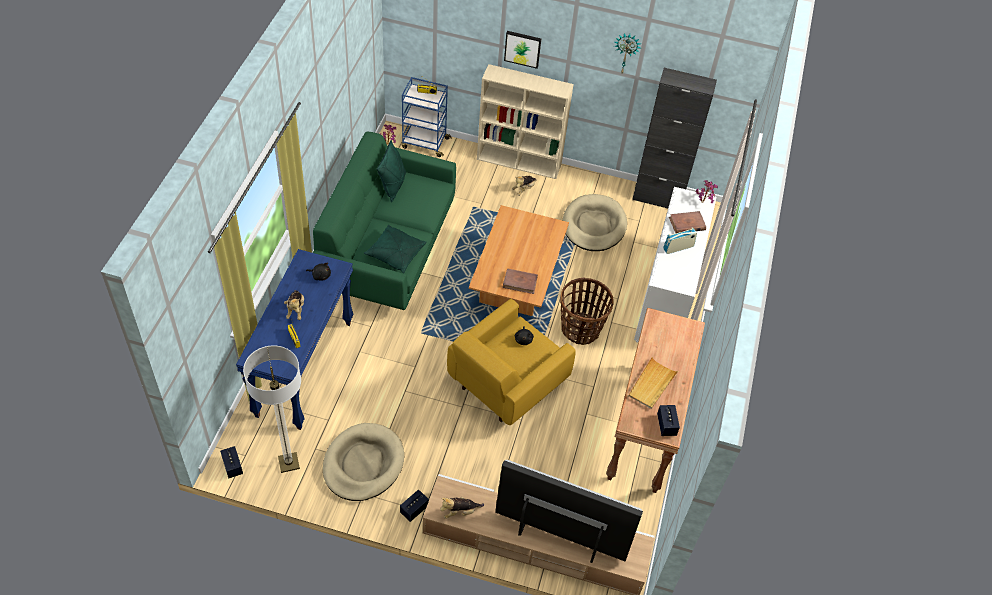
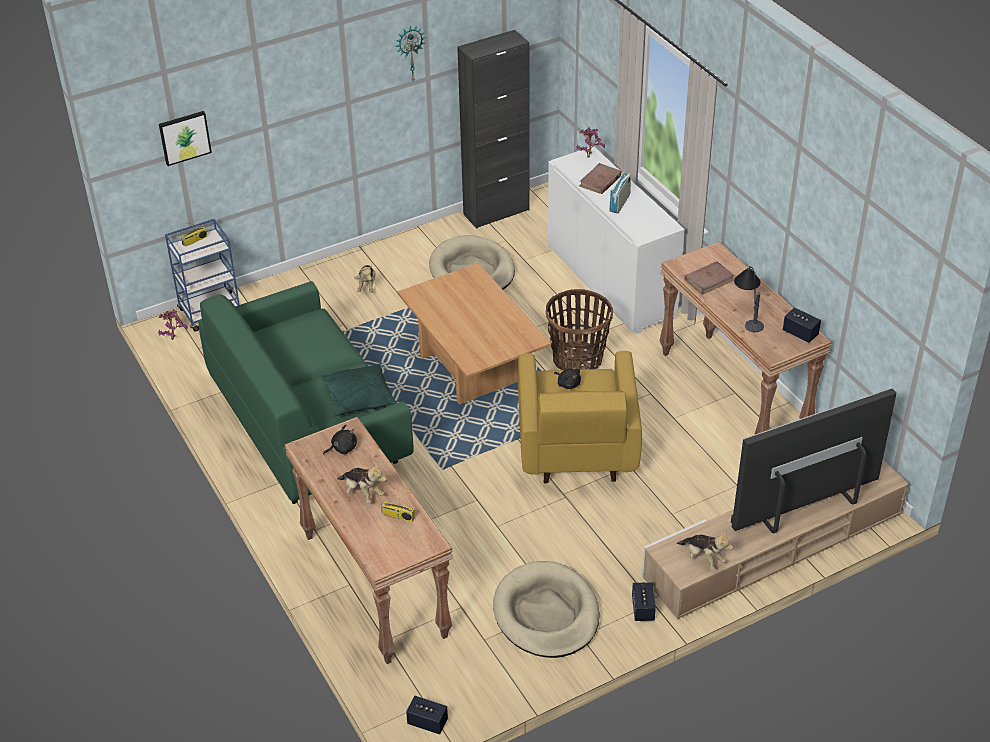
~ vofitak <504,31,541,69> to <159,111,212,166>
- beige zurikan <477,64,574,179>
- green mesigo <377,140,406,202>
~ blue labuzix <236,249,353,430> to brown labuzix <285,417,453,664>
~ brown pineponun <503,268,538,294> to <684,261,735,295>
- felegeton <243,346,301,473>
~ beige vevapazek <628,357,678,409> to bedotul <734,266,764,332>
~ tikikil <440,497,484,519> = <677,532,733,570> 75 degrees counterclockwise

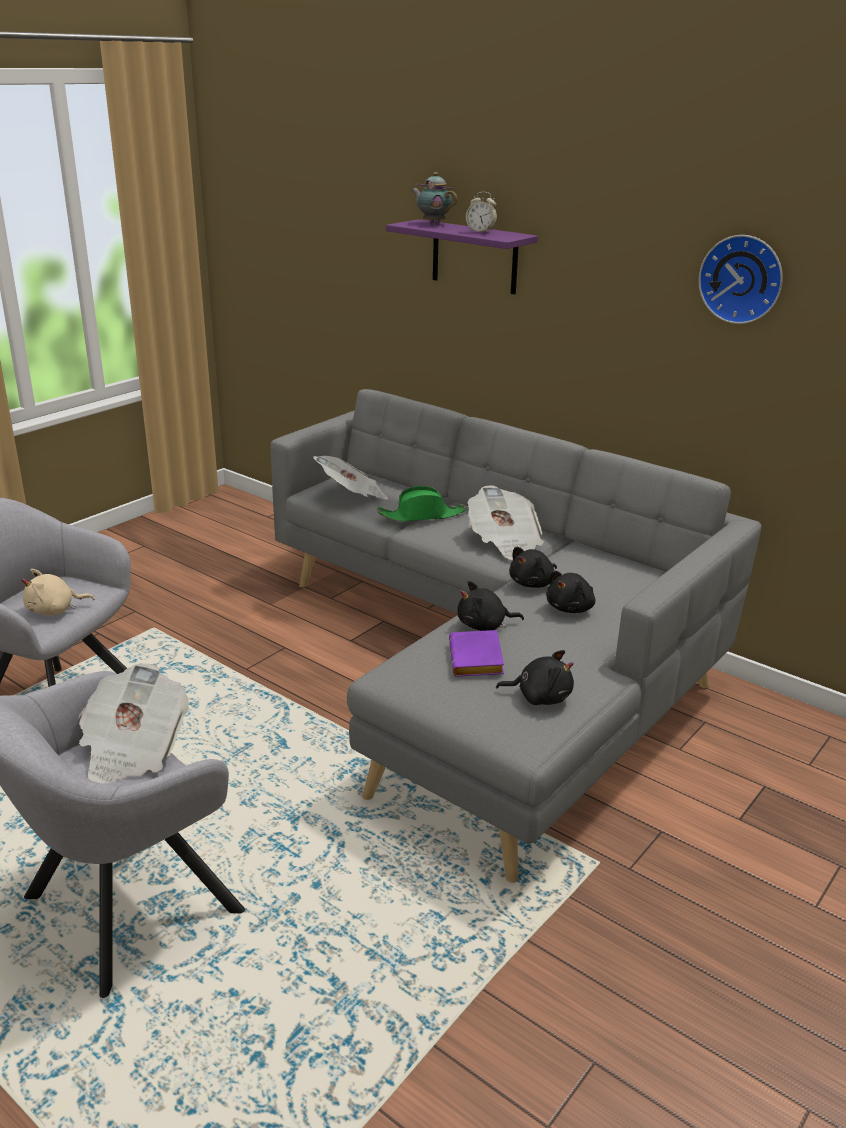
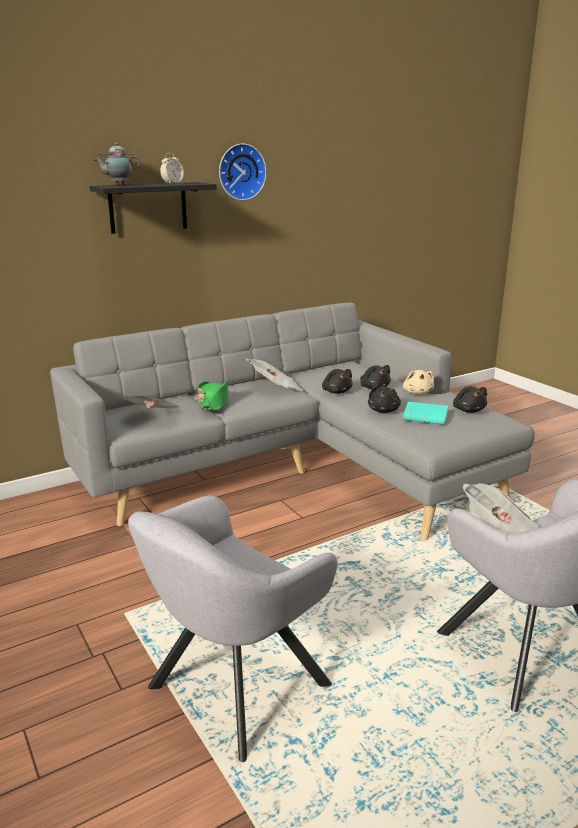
~ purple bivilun <386,219,538,294> to black bivilun <89,182,217,234>
~ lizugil <698,235,783,324> to <219,144,267,200>
~ beige tikikil <21,569,94,616> to <403,370,434,395>
~ purple pineponun <449,630,504,677> to turquoise pineponun <403,402,448,425>
~ black tikikil <496,650,574,705> = <453,386,487,413> 135 degrees clockwise

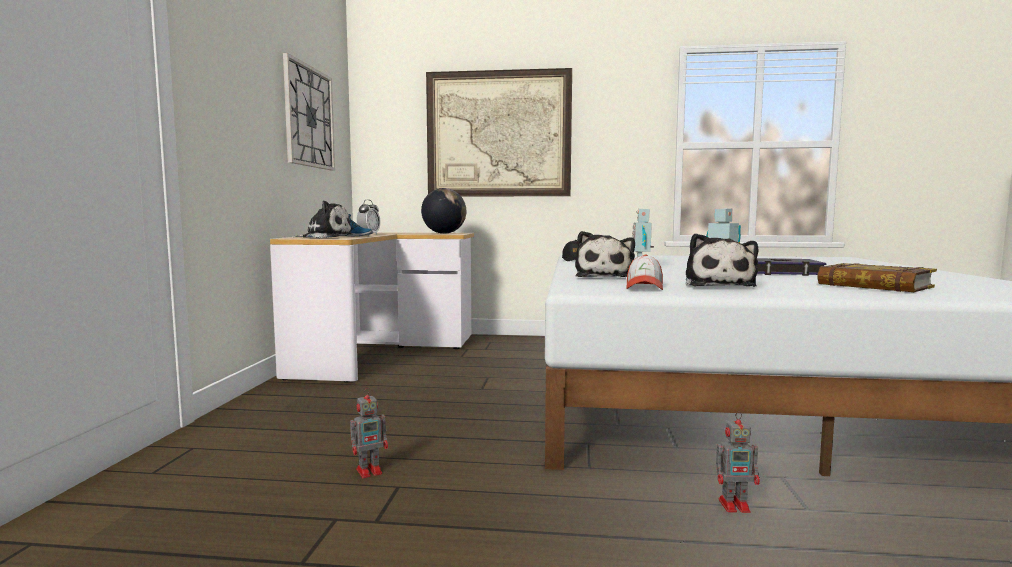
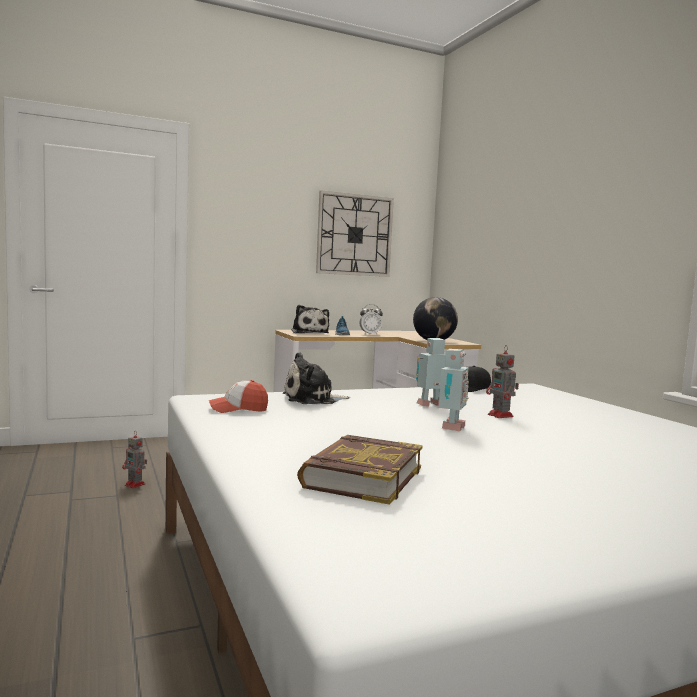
- vofitak <426,68,572,197>
- tikikil <686,233,759,287>
- pineponun <757,258,826,276>
~ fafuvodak <716,411,760,513> to <486,345,519,418>

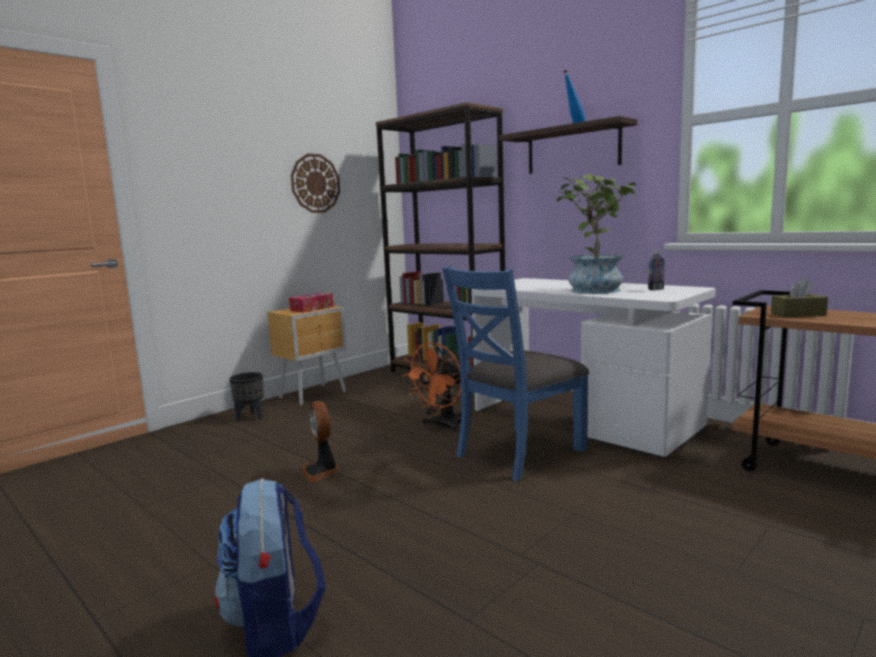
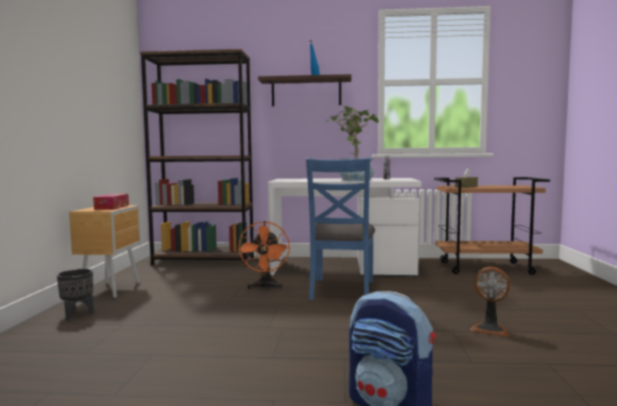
- lizugil <291,154,340,213>
~ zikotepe <301,401,340,482> to <470,267,510,337>

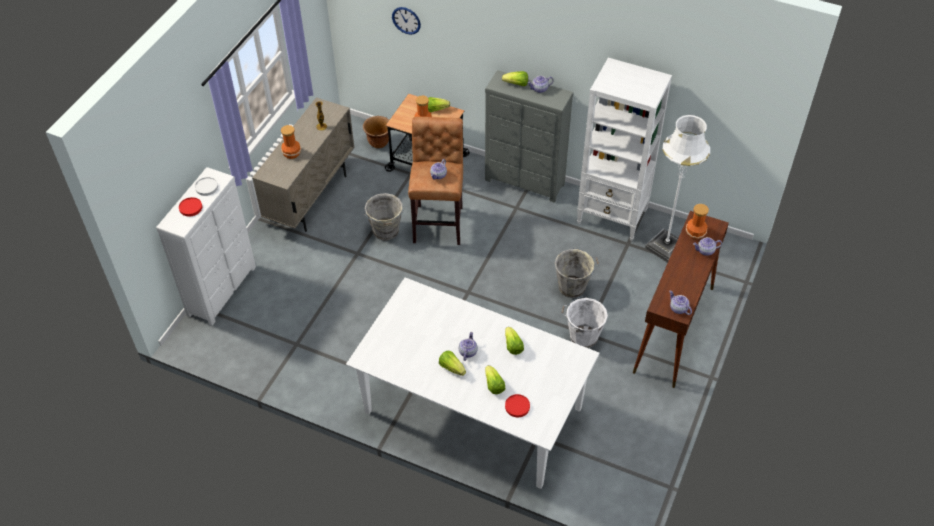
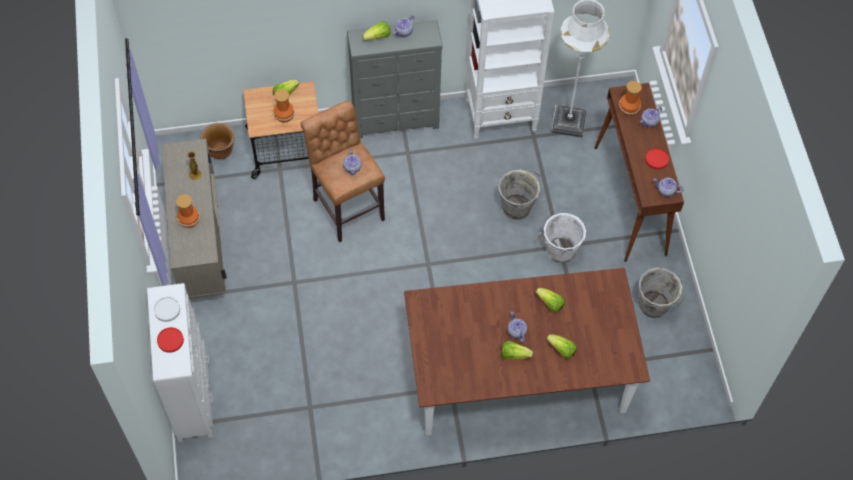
- lizugil <392,7,421,35>
~ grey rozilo <364,193,404,241> to <639,268,684,318>
~ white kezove <346,277,599,489> to brown kezove <404,268,650,435>
~ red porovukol <505,394,530,417> to <645,148,669,169>

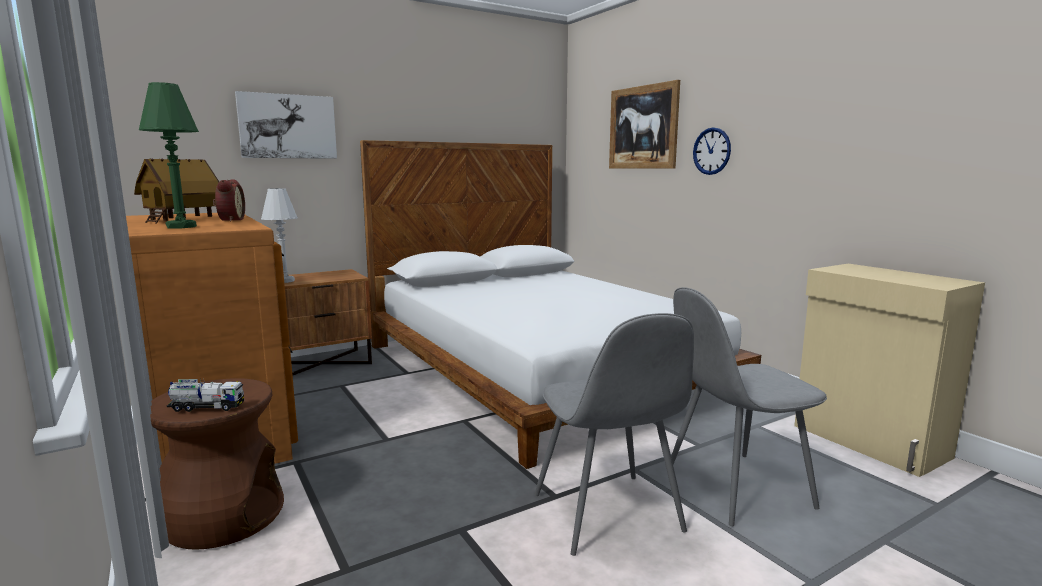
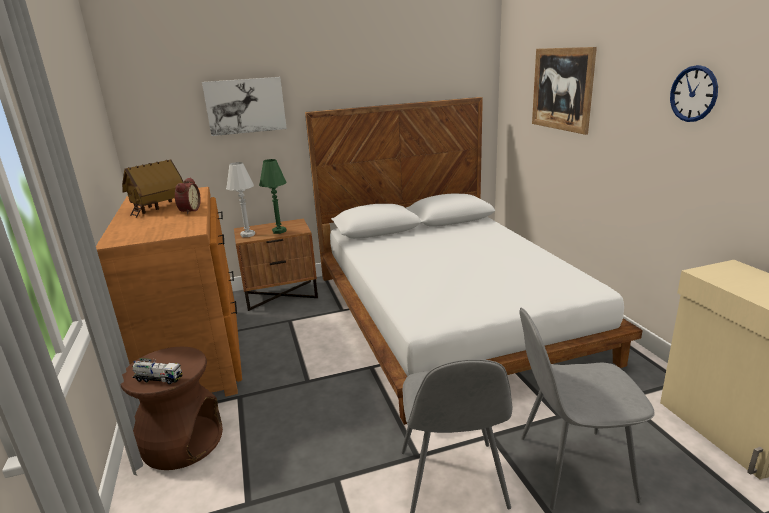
~ green bedotul <139,82,199,228> to <259,159,286,234>
~ lizugil <693,127,731,175> to <670,65,718,122>

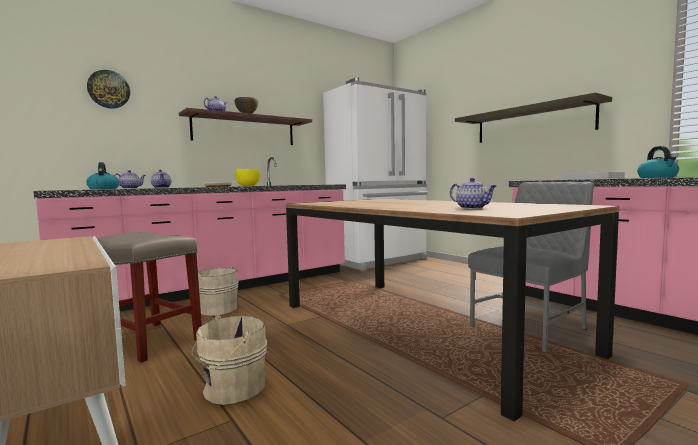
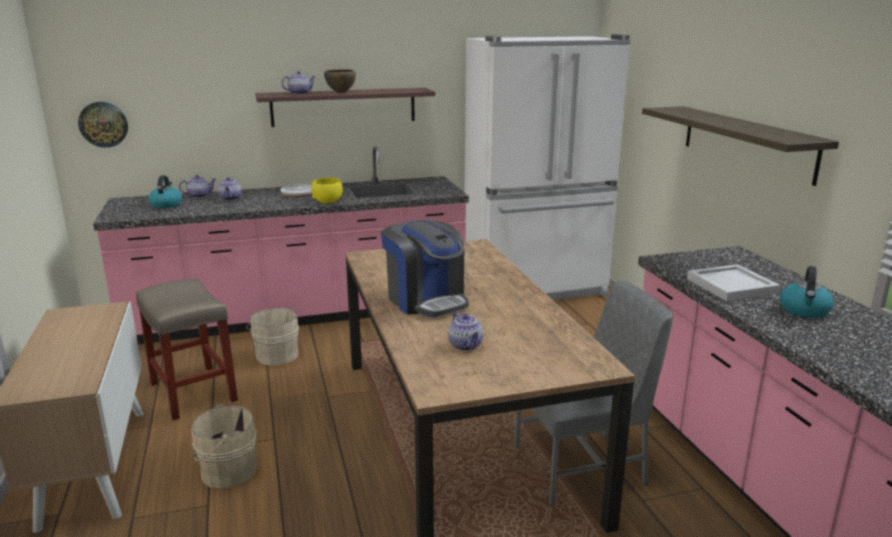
~ lizugil <87,70,130,109> to <78,102,128,148>
+ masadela <381,220,469,317>

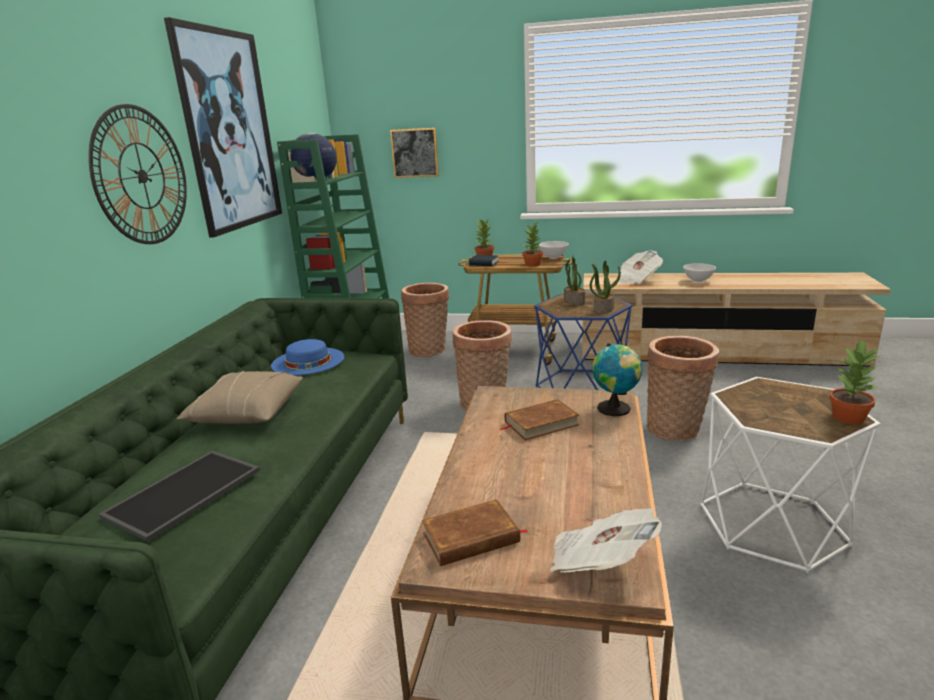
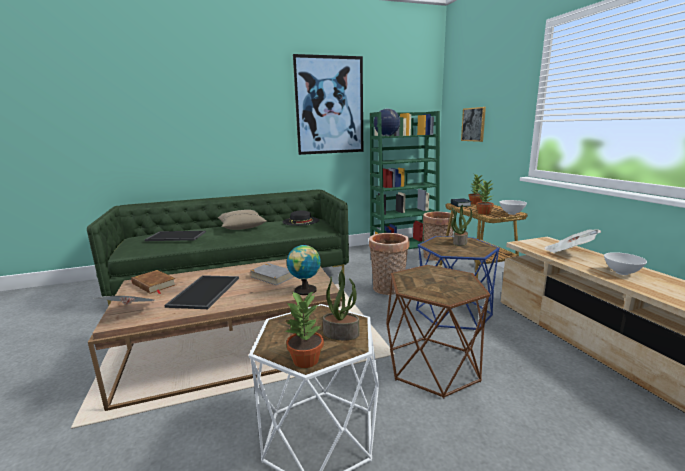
- lizugil <88,104,187,244>
~ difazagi <590,260,621,314> to <323,270,359,340>
~ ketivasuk <647,336,719,441> to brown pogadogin <386,265,490,399>
~ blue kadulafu <271,339,344,375> to black kadulafu <283,210,319,226>
~ brown pineponun <500,399,579,440> to grey pineponun <250,263,294,285>
+ vevapazek <164,275,239,309>

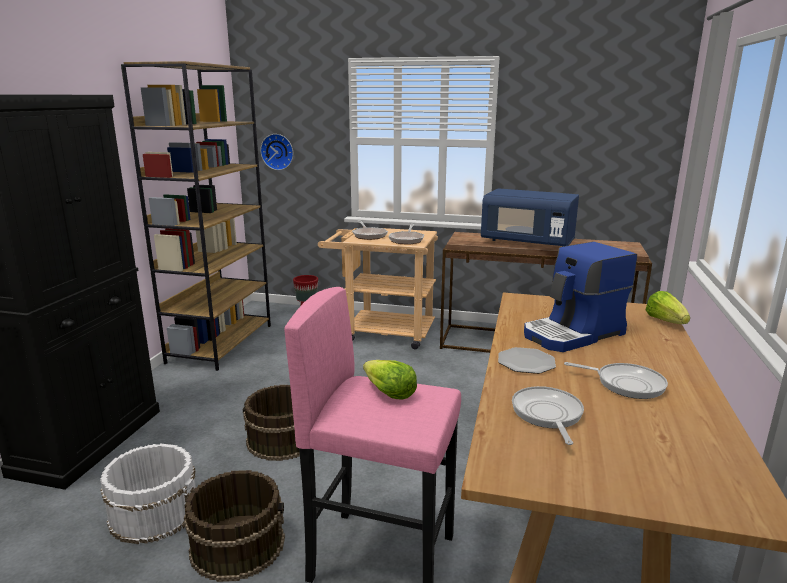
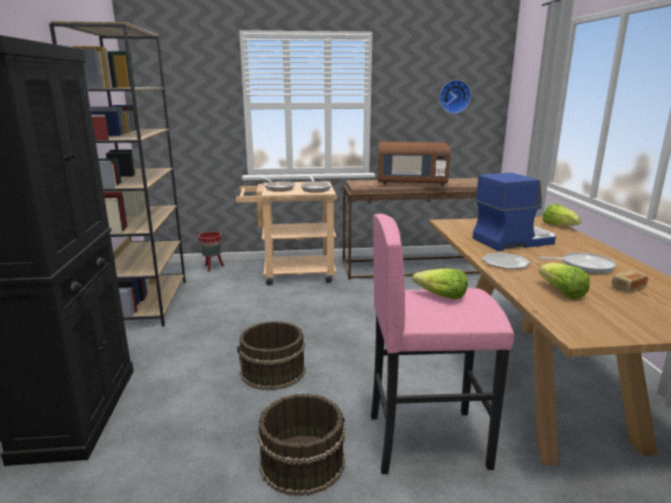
~ lizugil <260,134,293,170> to <440,80,471,114>
~ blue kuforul <481,188,579,247> to brown kuforul <378,142,450,186>
~ masadela <524,242,637,352> = <473,173,556,251> 150 degrees counterclockwise
~ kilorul <512,386,584,445> to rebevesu <539,263,590,299>
- white rozilo <100,443,196,544>
+ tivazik <612,270,648,292>

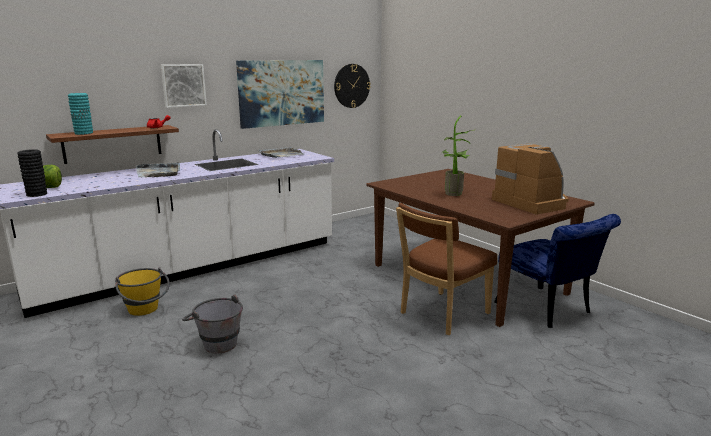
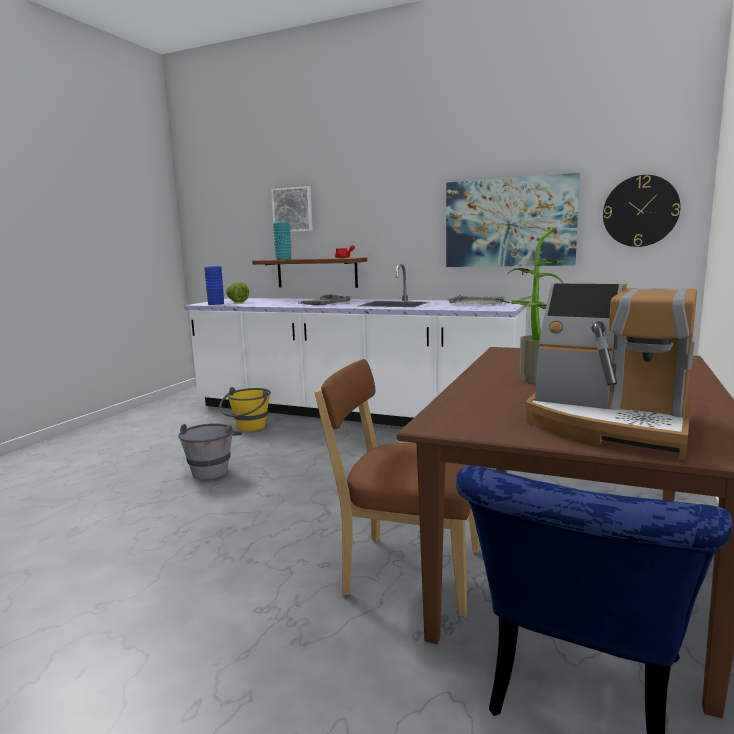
~ vofitak <161,64,207,108> to <271,186,313,232>
~ masadela <492,144,569,215> = <525,283,697,460> 90 degrees clockwise
~ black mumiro <17,149,47,197> to blue mumiro <204,266,224,305>

